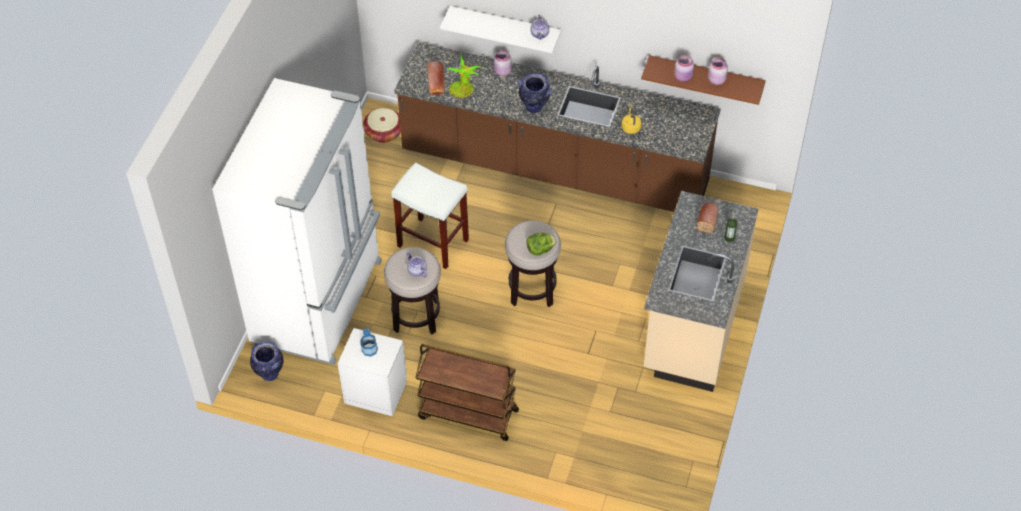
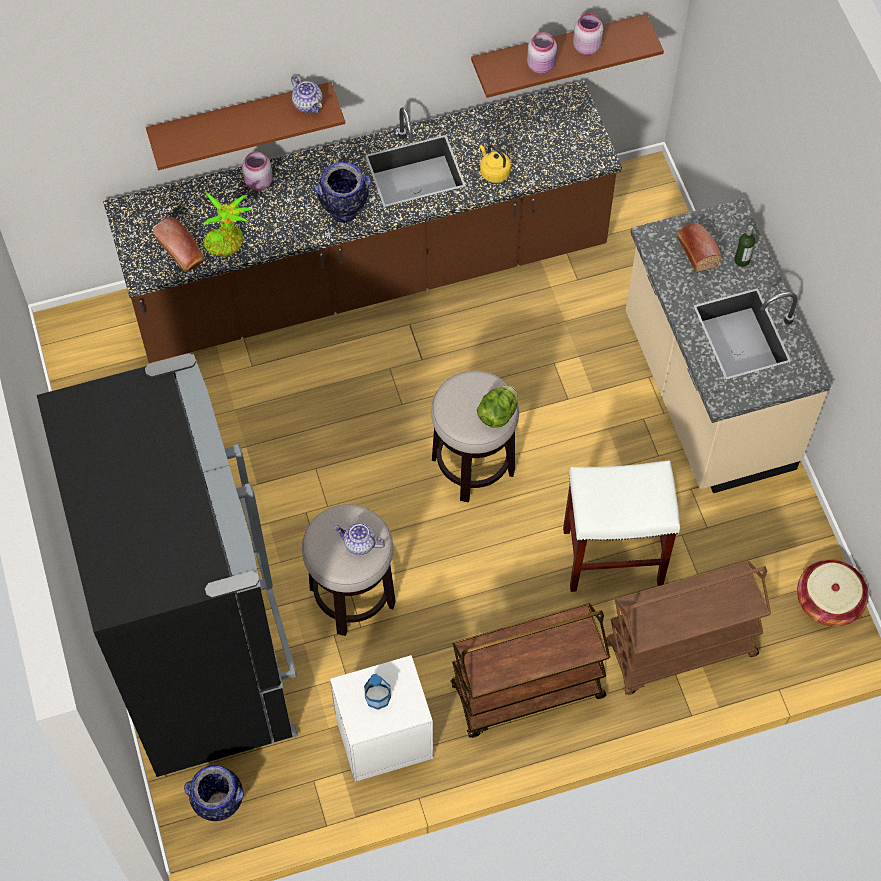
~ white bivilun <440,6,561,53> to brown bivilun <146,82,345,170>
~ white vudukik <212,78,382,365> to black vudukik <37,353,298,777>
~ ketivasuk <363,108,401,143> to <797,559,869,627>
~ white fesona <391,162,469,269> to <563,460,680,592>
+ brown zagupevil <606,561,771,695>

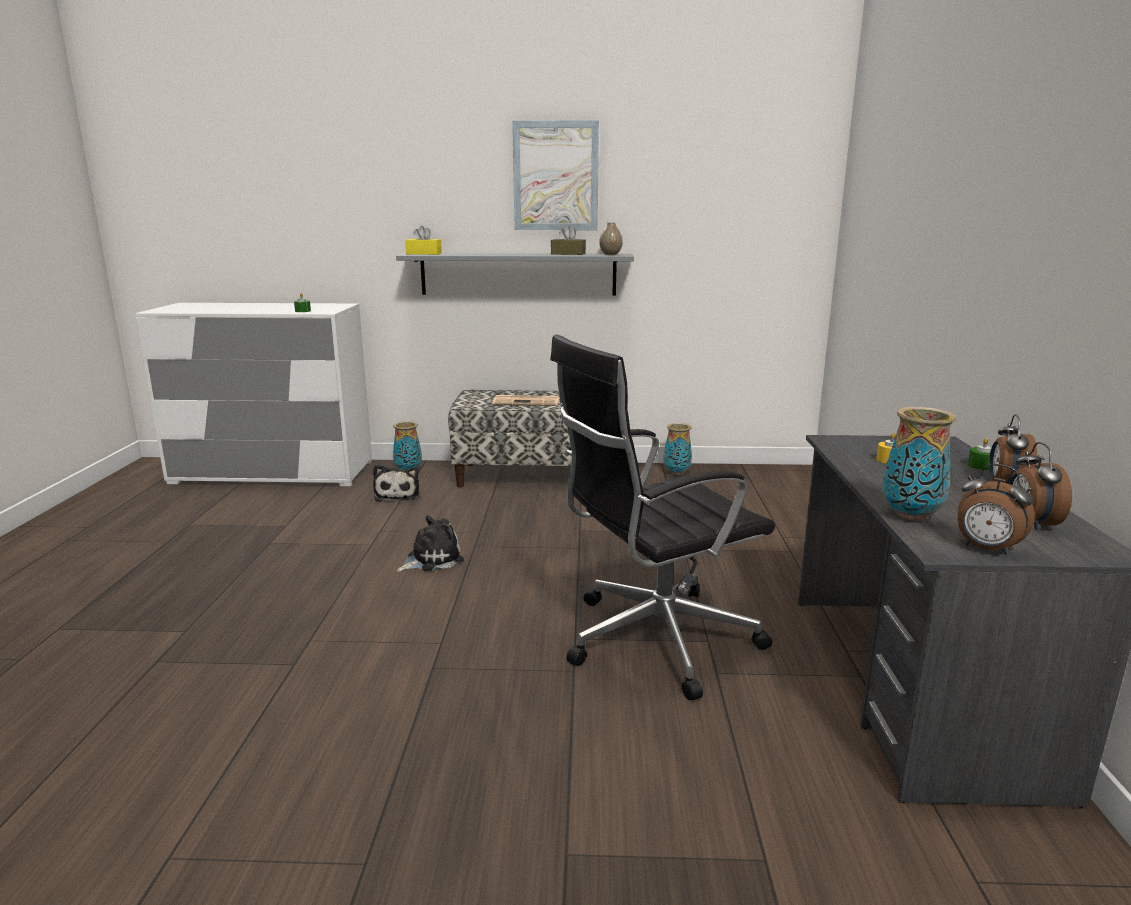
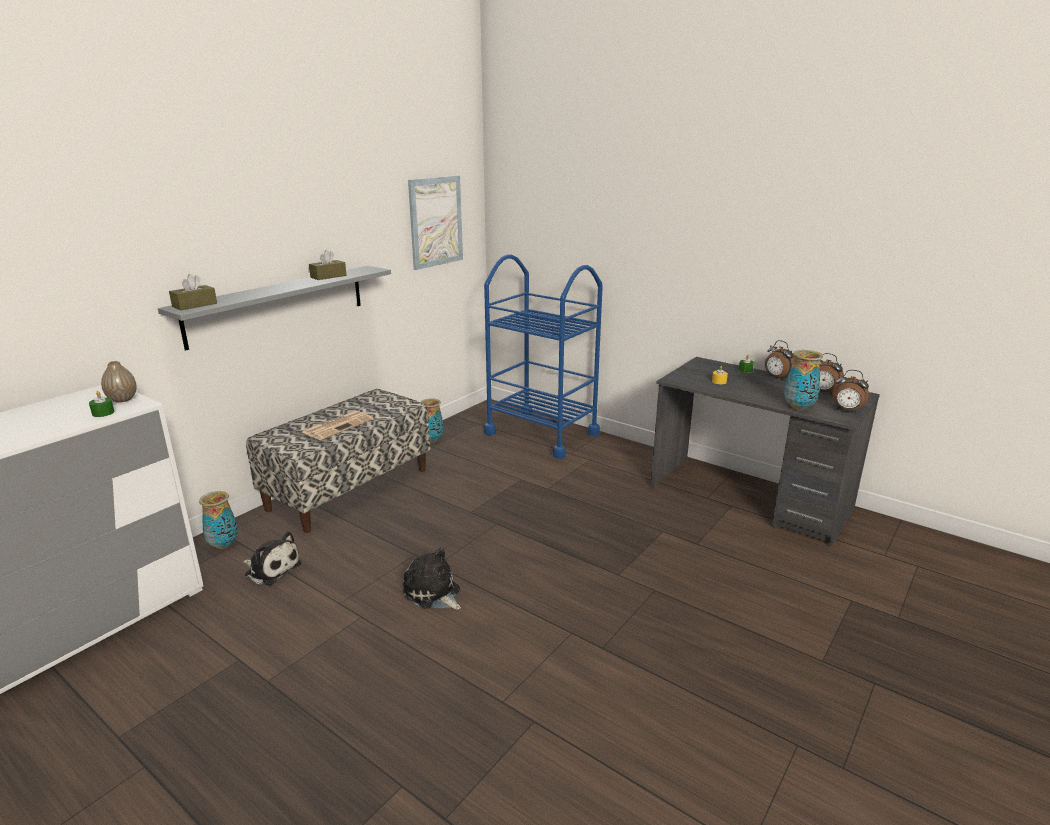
~ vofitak <512,120,599,230> to <408,176,463,270>
~ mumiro <599,222,623,255> to <101,361,137,403>
~ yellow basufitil <405,226,442,255> to brown basufitil <169,274,217,310>
- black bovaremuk <550,335,775,700>
~ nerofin <958,464,1035,555> = <833,370,869,413> 45 degrees clockwise
~ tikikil <397,515,464,572> = <403,547,461,610> 45 degrees counterclockwise
+ blue zagupevil <484,255,603,459>

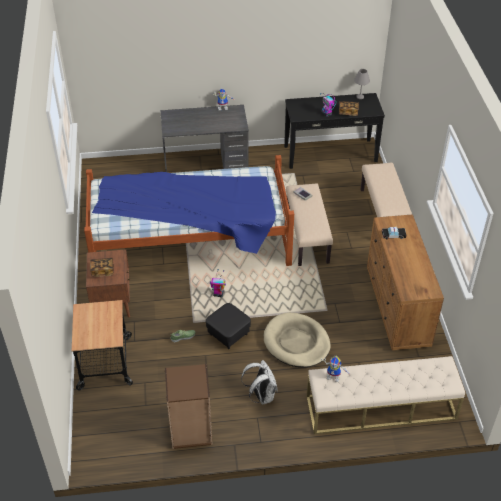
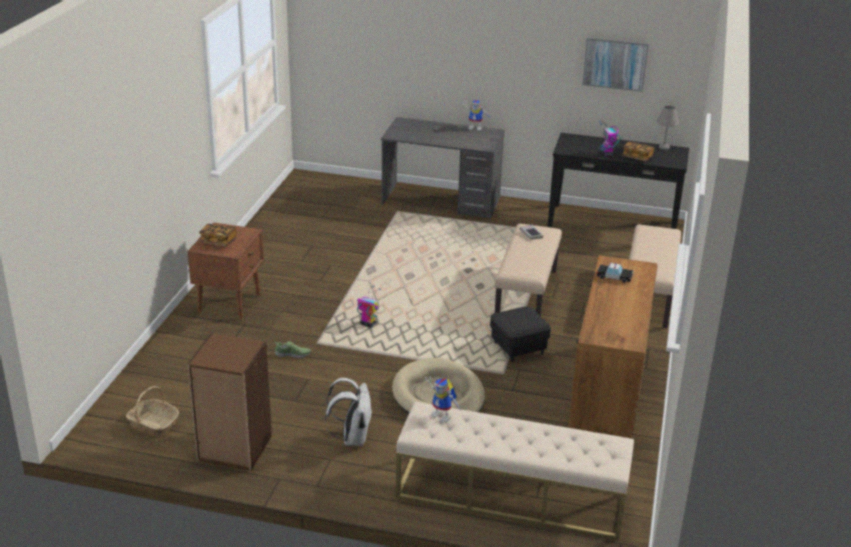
- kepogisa <84,155,294,266>
- zagupevil <72,300,133,390>
~ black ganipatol <206,303,251,349> to <490,306,551,362>
+ vofitak <582,37,649,92>
+ ketivasuk <126,386,179,436>

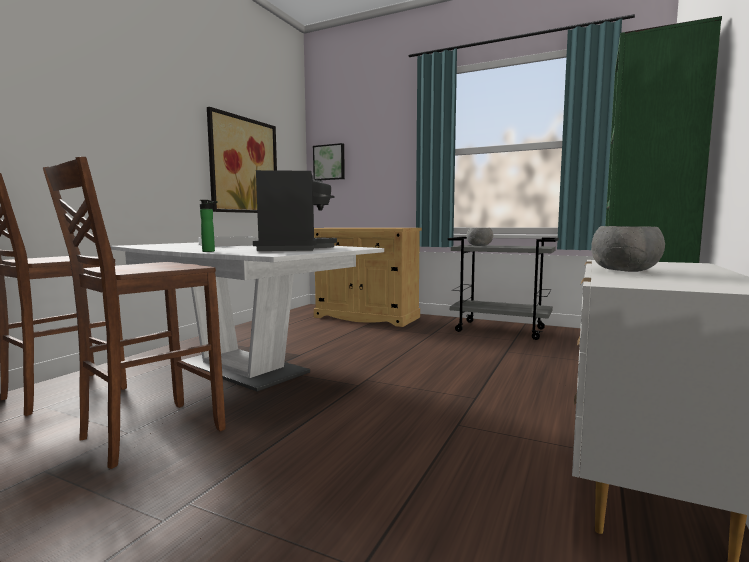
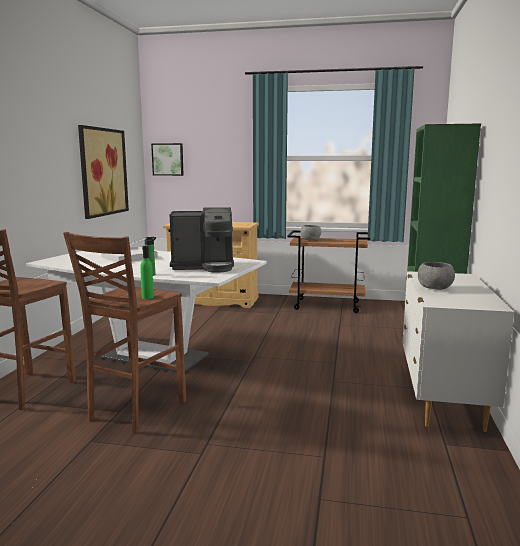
~ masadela <253,170,337,251> = <170,207,234,273> 105 degrees clockwise
~ grey zagupevil <448,237,559,340> to brown zagupevil <287,231,370,313>
+ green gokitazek <140,246,154,299>

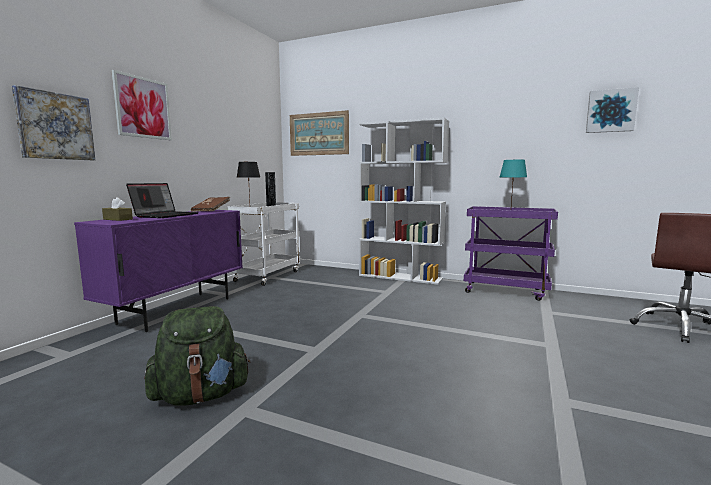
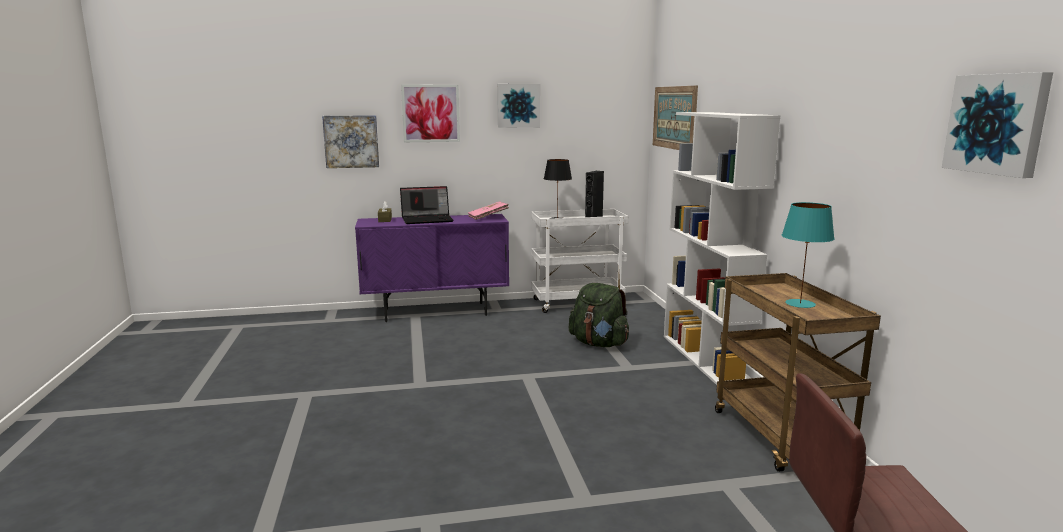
~ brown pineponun <191,197,230,212> to pink pineponun <468,202,509,220>
~ purple zagupevil <464,206,558,301> to brown zagupevil <715,273,881,472>
~ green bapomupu <144,306,251,405> to <569,283,629,347>
+ vofitak <497,84,540,128>

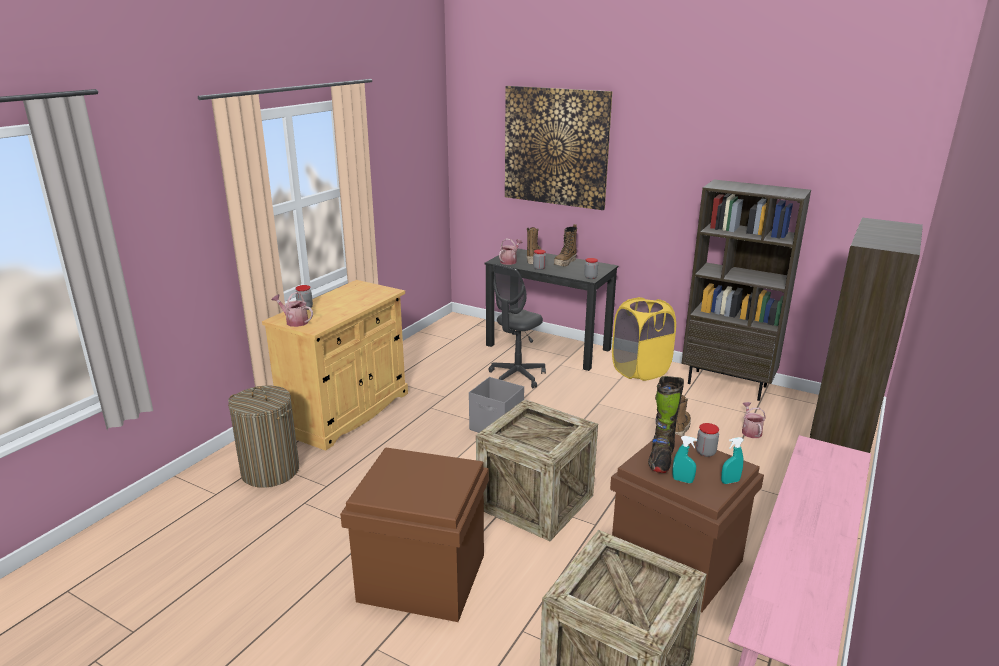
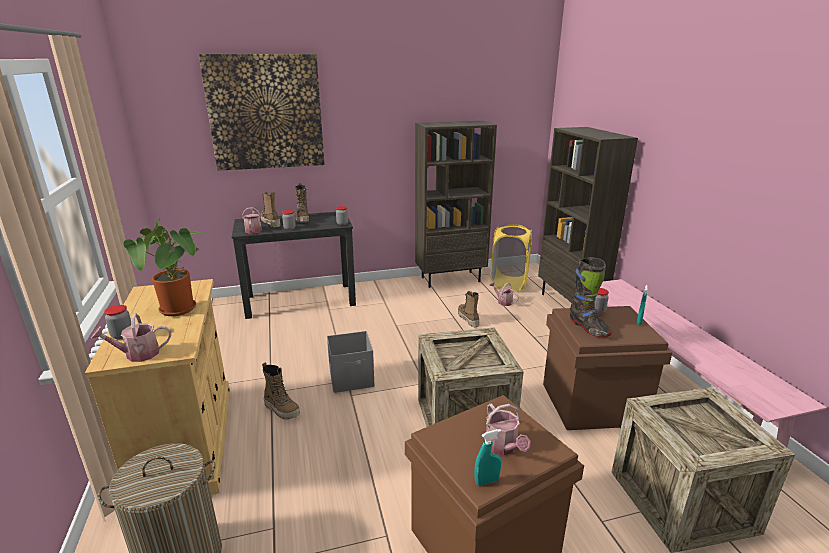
- grey bovaremuk <488,264,546,388>
~ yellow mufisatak <612,297,676,381> to <491,224,532,292>
~ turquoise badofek <672,436,697,483> to <474,429,501,486>
+ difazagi <123,218,202,316>
+ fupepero <262,362,300,420>
+ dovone <486,403,531,456>

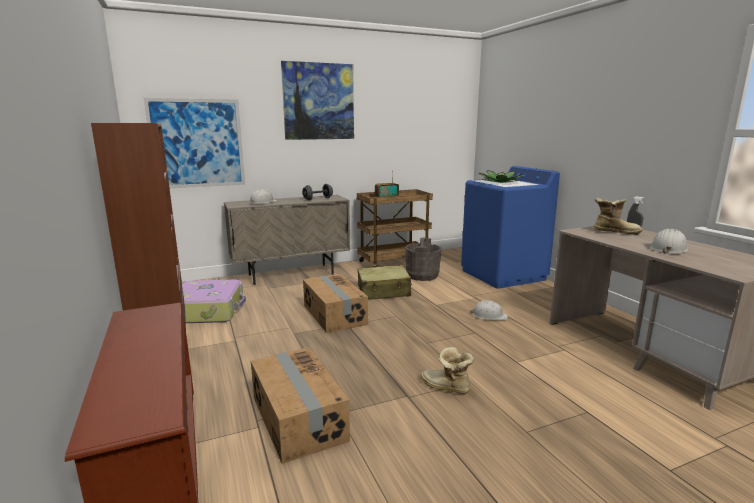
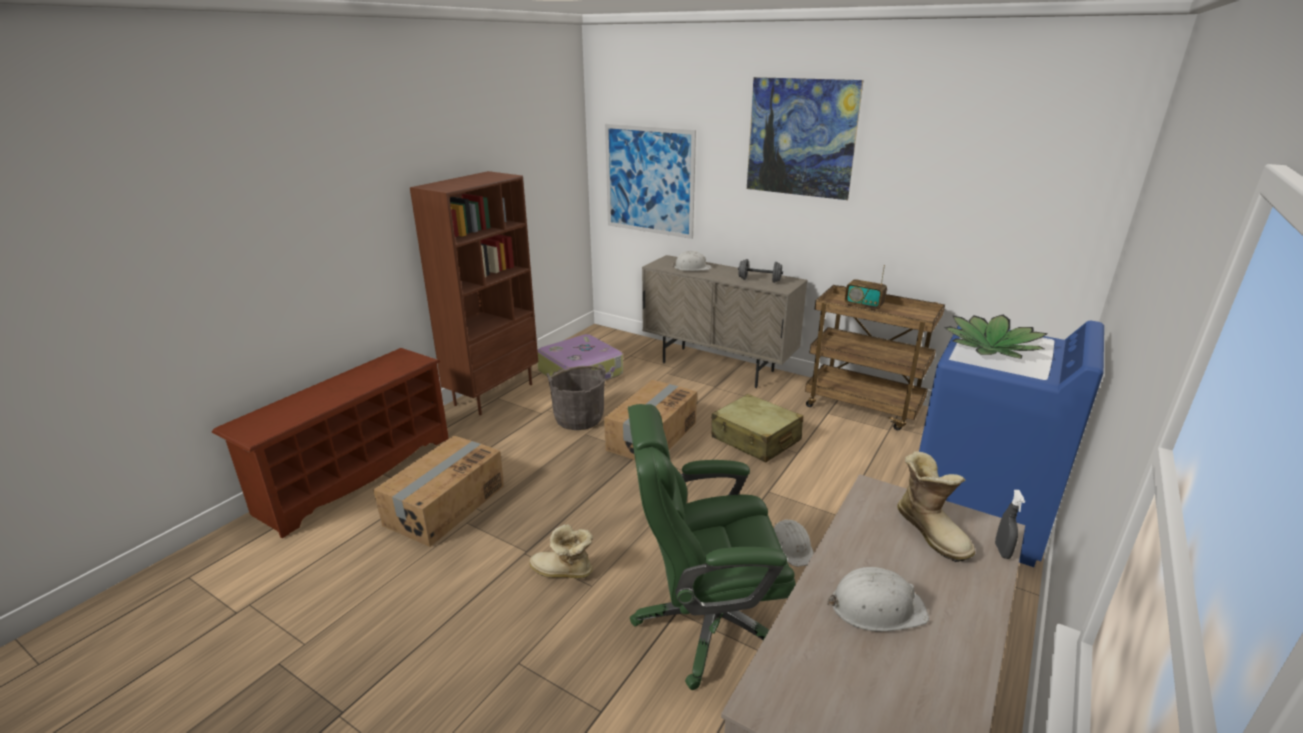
~ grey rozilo <405,237,442,281> to <546,364,606,430>
~ fupepero <421,347,475,394> = <529,524,593,578> 75 degrees counterclockwise
+ green bovaremuk <628,404,796,690>

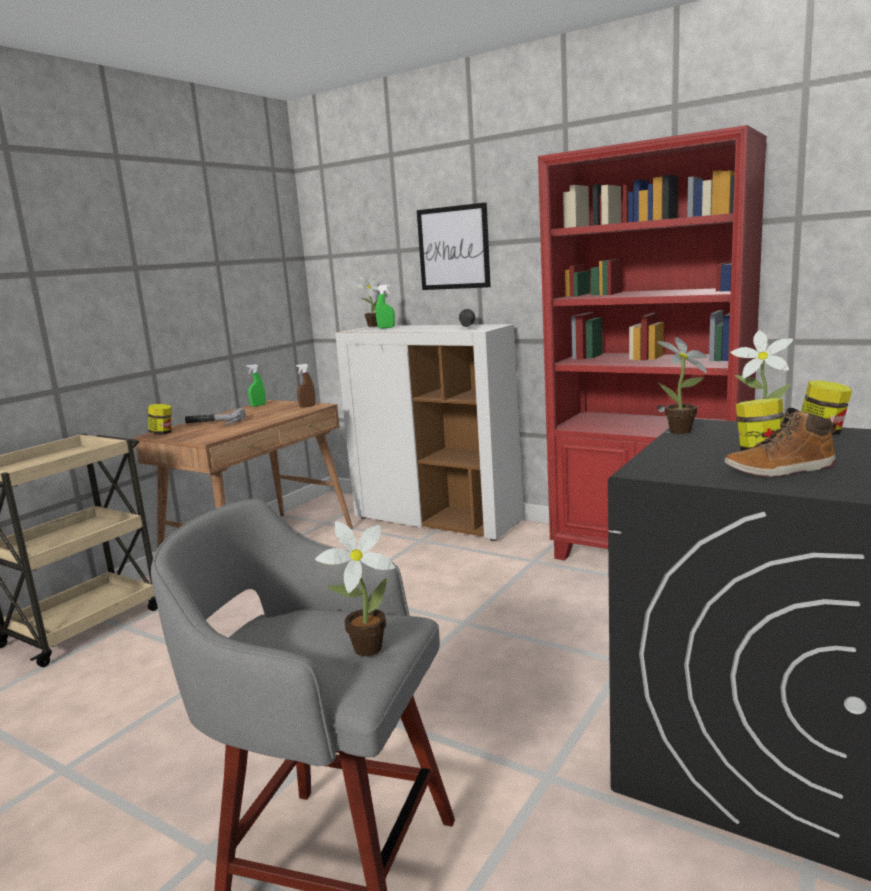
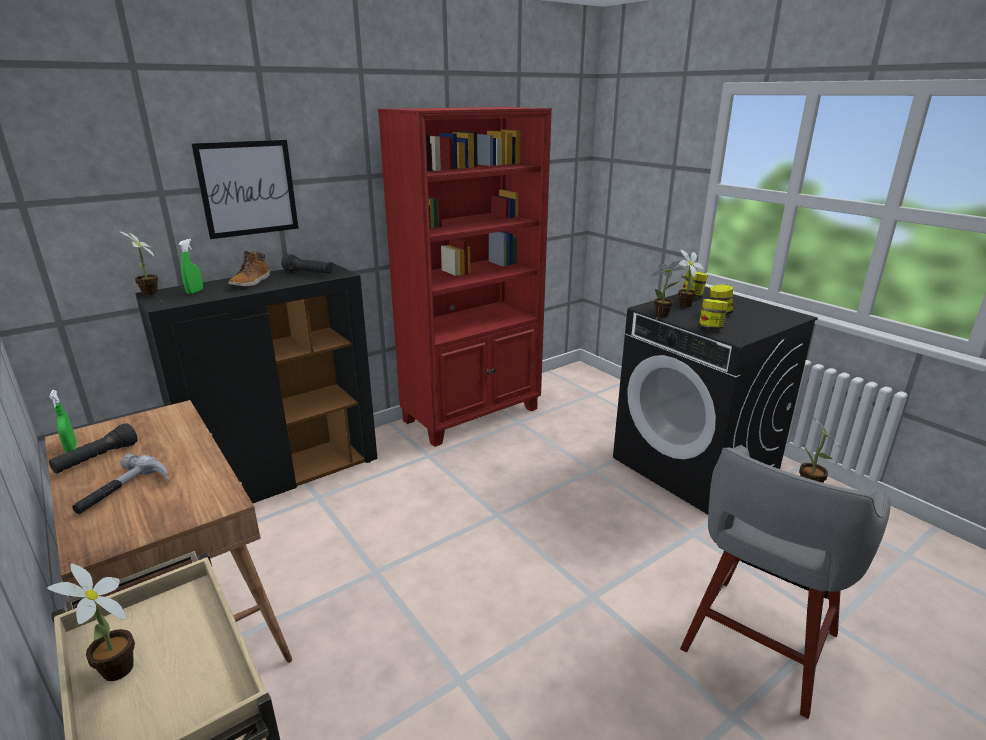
~ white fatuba <335,324,524,541> to black fatuba <135,262,378,503>
- brown badofek <296,364,316,408>
~ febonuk <148,404,172,435> to <699,299,728,330>
~ fupepero <724,408,837,477> to <228,251,270,287>
+ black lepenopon <49,423,138,474>
+ difazagi <47,563,135,681>

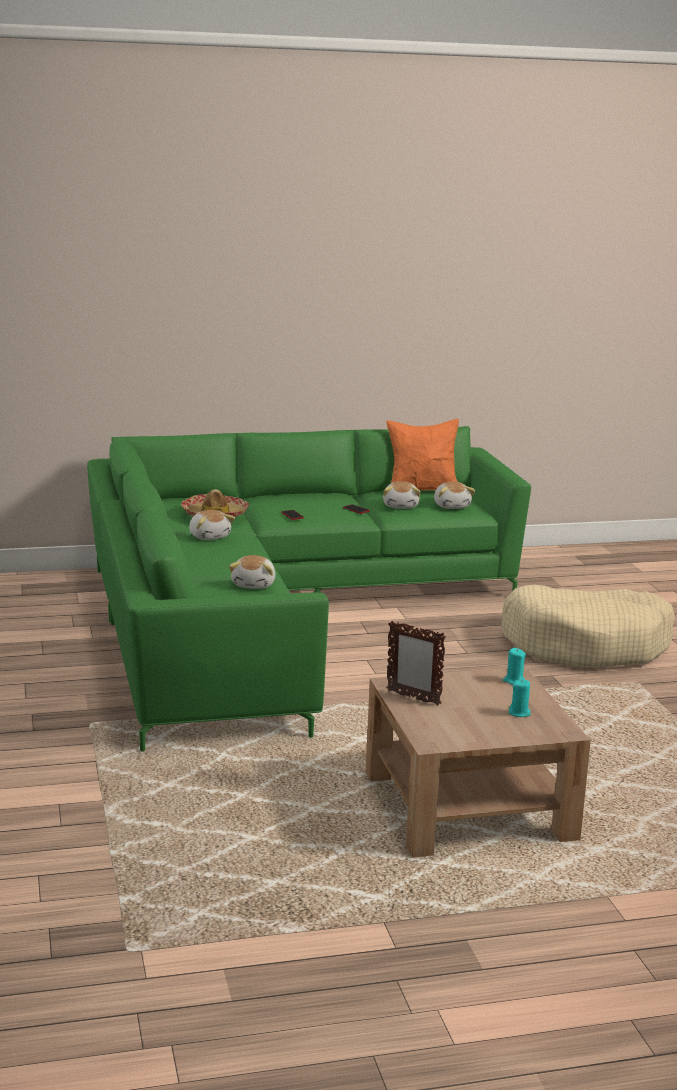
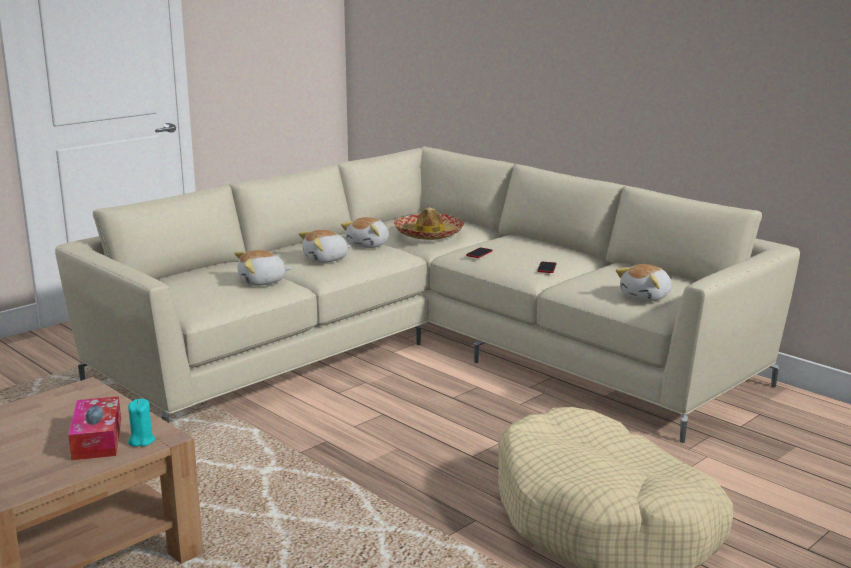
- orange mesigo <386,419,459,490>
~ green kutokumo <87,426,531,751> to beige kutokumo <55,146,800,443>
~ tikikil <383,481,420,509> to <298,230,351,263>
- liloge <387,621,446,706>
- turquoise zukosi <509,679,531,717>
+ basufitil <68,396,121,460>

